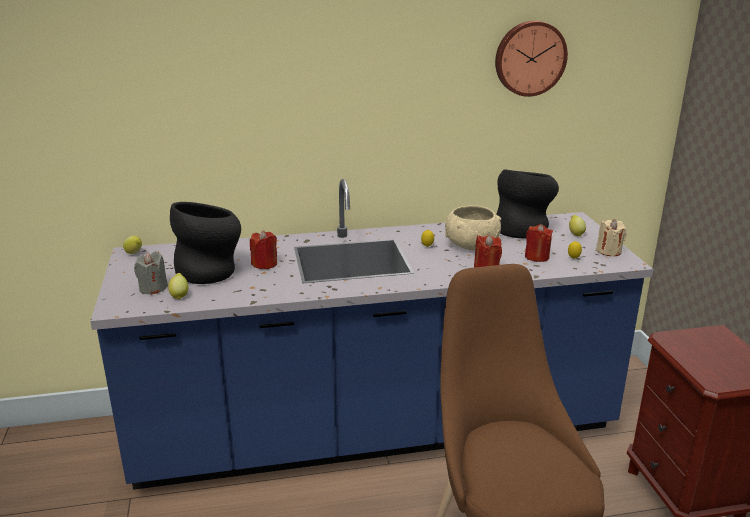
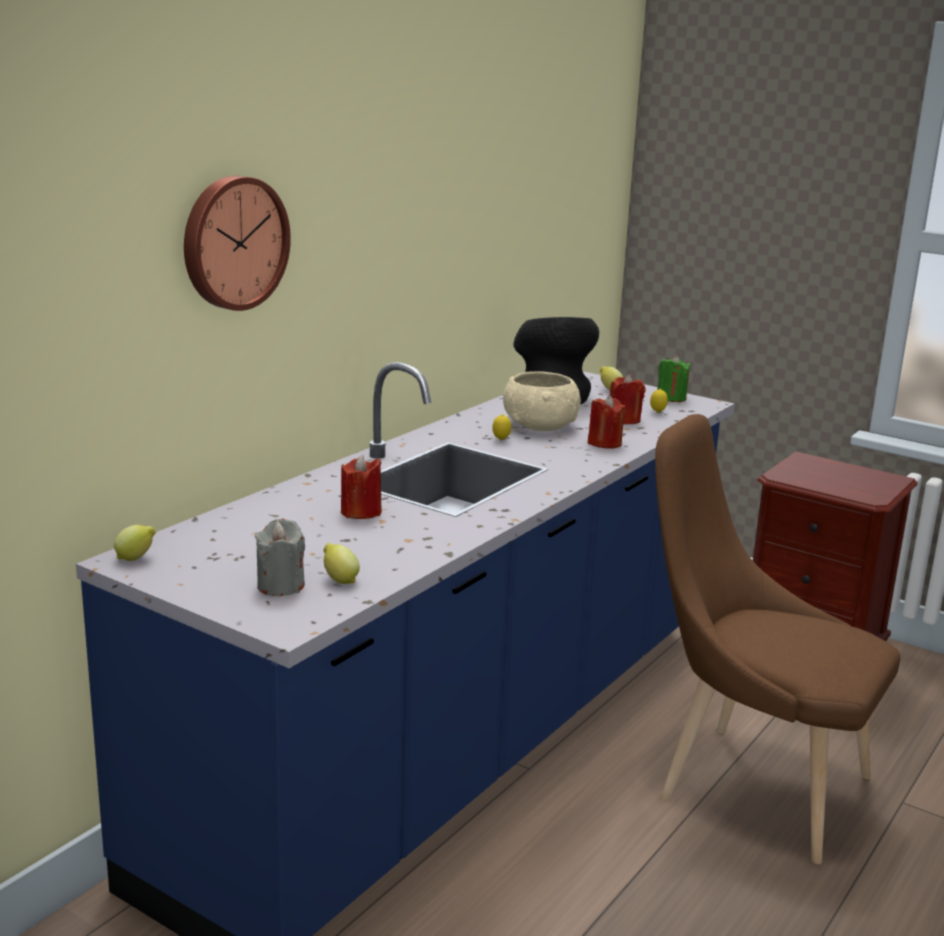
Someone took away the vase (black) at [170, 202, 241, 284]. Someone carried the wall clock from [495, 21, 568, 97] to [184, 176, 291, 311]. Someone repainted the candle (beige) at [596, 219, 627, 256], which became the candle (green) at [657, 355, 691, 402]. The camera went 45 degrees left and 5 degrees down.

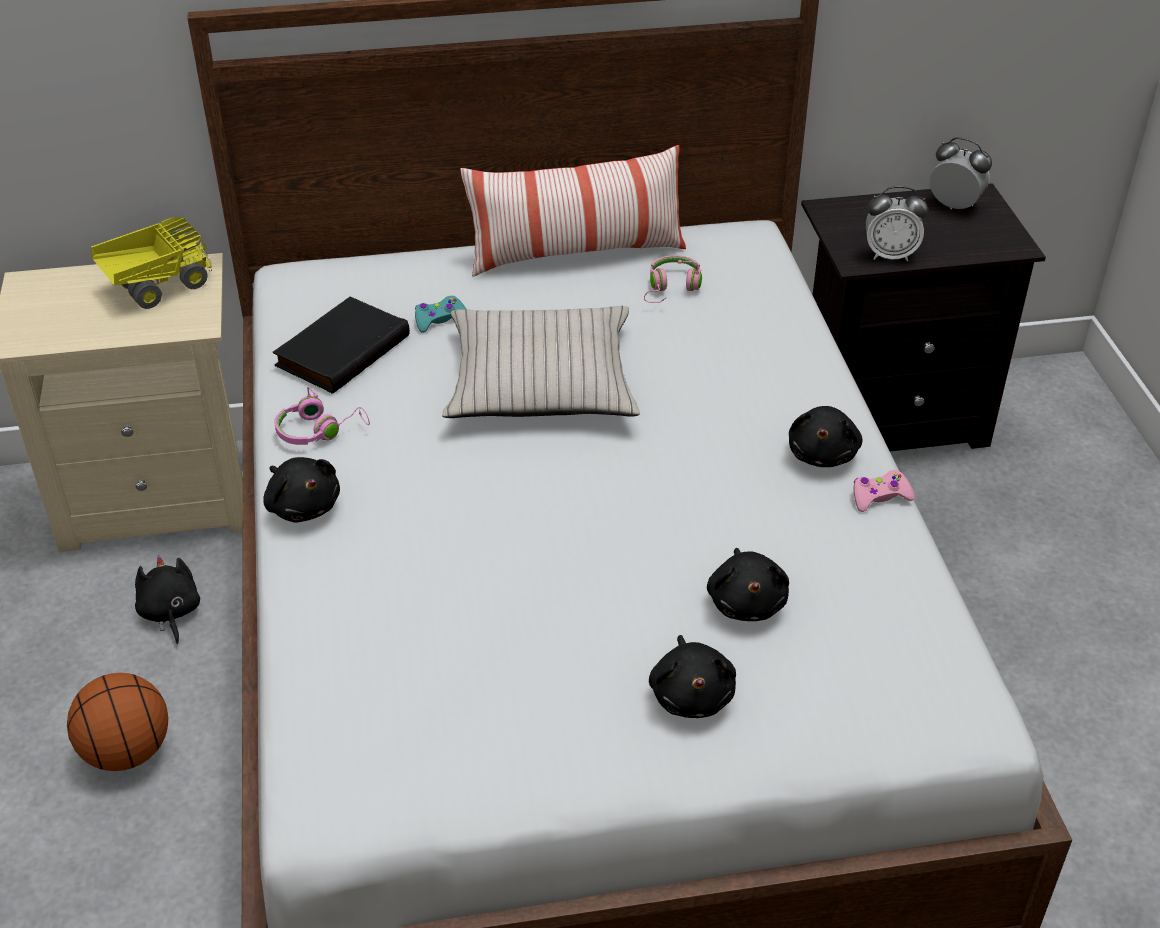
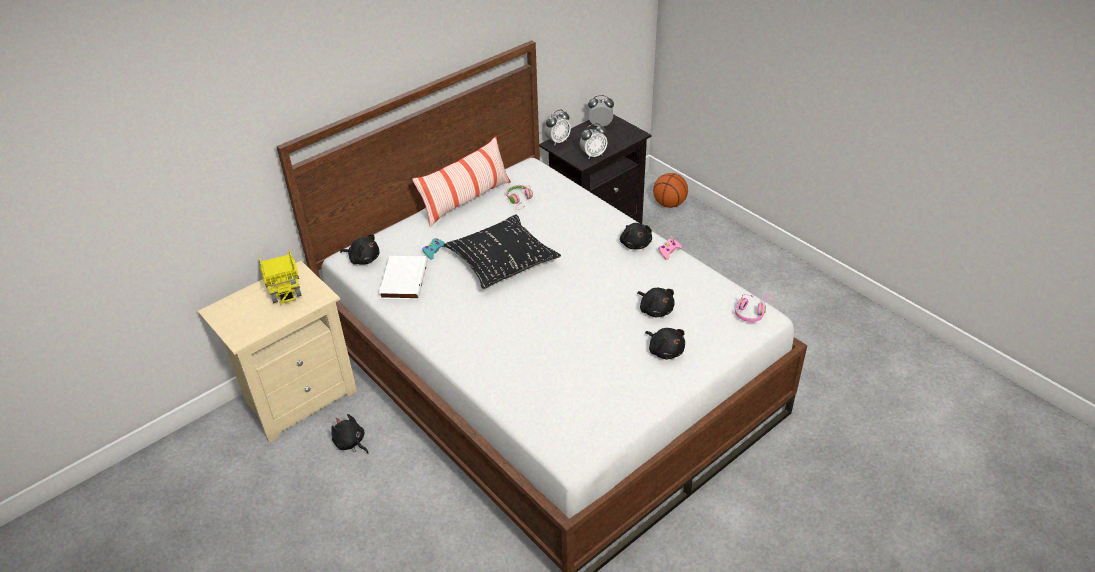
Someone put down the alarm clock at [544, 110, 571, 146]. Someone carried the basketball from [67, 673, 168, 771] to [653, 173, 688, 208]. Someone carried the plush toy (black) from [263, 457, 340, 523] to [340, 234, 379, 265]. Someone carried the headphones (pink) from [274, 387, 370, 445] to [735, 294, 775, 322]. Someone repainted the book (black) at [273, 296, 410, 394], which became the book (white) at [379, 256, 428, 300]. Someone repainted the pillow (beige) at [442, 306, 640, 418], which became the pillow (black) at [444, 214, 561, 289]. Someone rotated the toy truck at [91, 217, 212, 309] by 135 degrees clockwise. The camera went 30 degrees left and 0 degrees up.

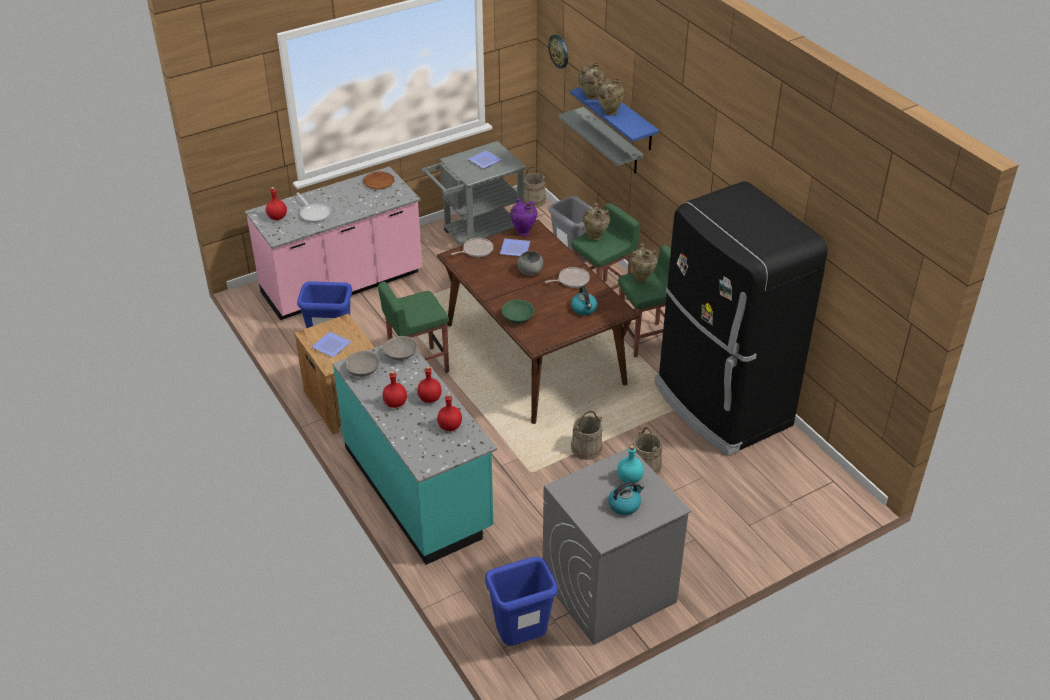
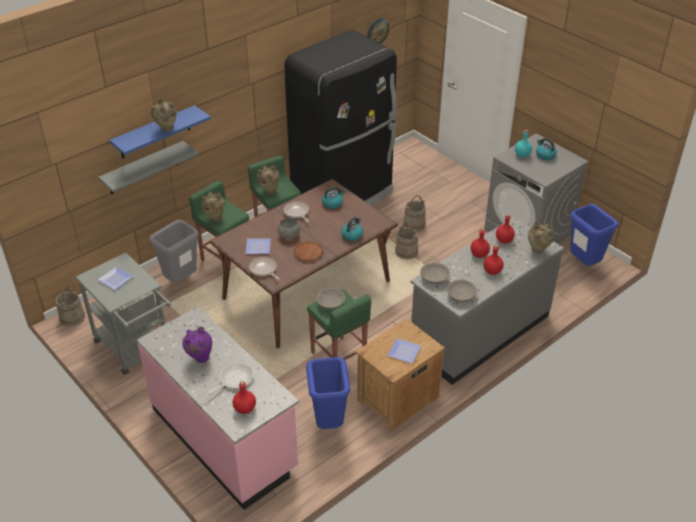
Someone put down the bowl (grey) at [316, 288, 345, 310]. Someone carried the plate (brown) from [363, 171, 394, 189] to [293, 241, 323, 261]. Someone carried the vase (purple) from [510, 198, 537, 236] to [182, 327, 212, 363]. Someone carried the wall clock from [548, 35, 568, 69] to [367, 18, 389, 44]. Someone carried the vase (beige) from [577, 62, 605, 100] to [528, 222, 554, 254]. Someone swapped the bowl (green) at [501, 299, 535, 324] for the kettle at [341, 217, 363, 241]. Someone repainted the counter (turquoise) at [333, 344, 497, 565], which became the counter (grey) at [410, 217, 564, 385]. The camera went 100 degrees left and 0 degrees up.

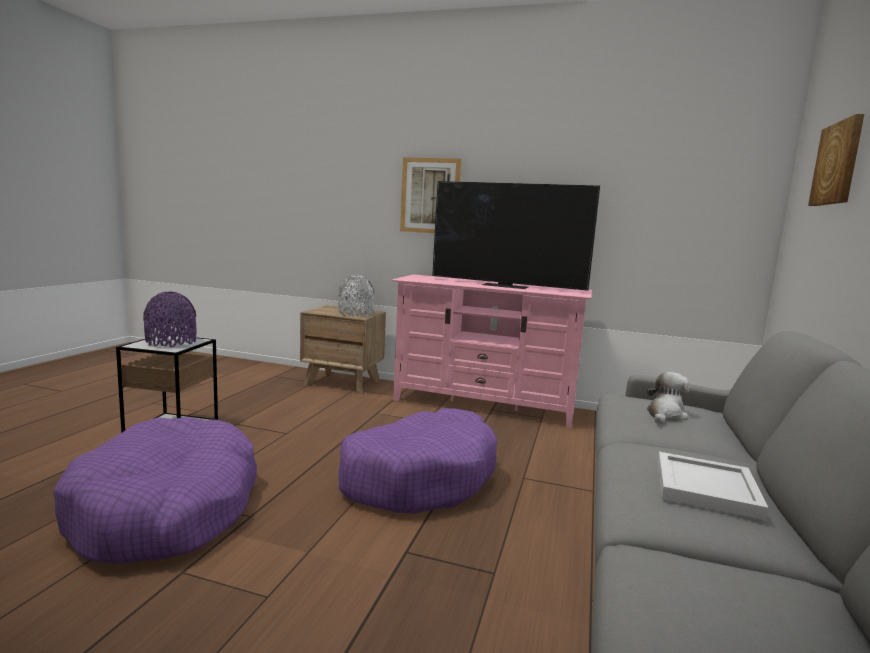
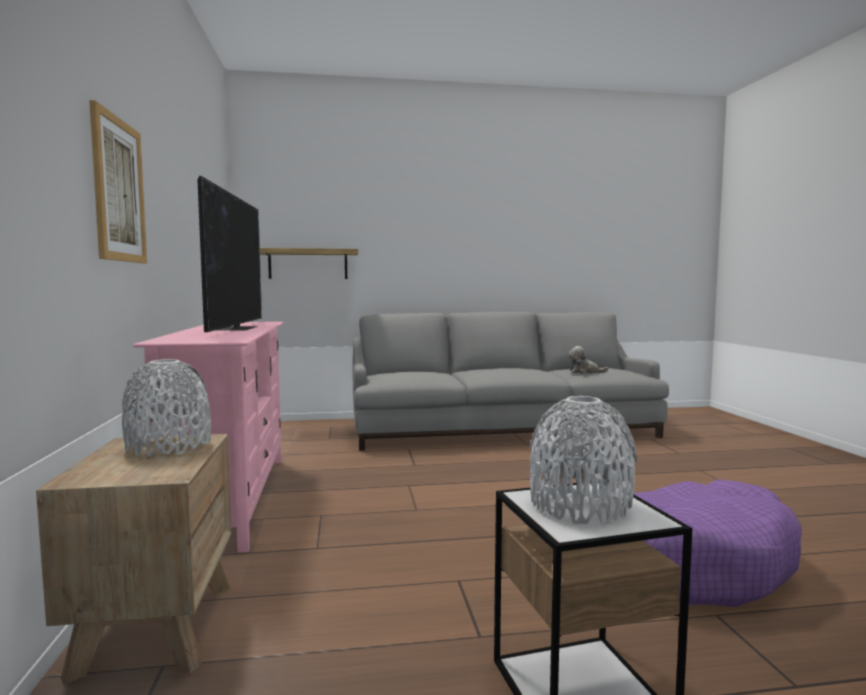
Someone took away the dog bed (purple) at [339, 408, 497, 514]. Someone took away the tray (white) at [658, 452, 769, 520]. Someone took away the picture at [808, 114, 864, 206]. Someone put up the shelf at [260, 248, 358, 279]. Someone carried the plush toy from [647, 372, 689, 424] to [568, 346, 609, 374]. Someone repainted the vase (purple) at [143, 292, 196, 347], which became the vase (grey) at [530, 396, 637, 525]. The camera went 115 degrees left and 5 degrees down.

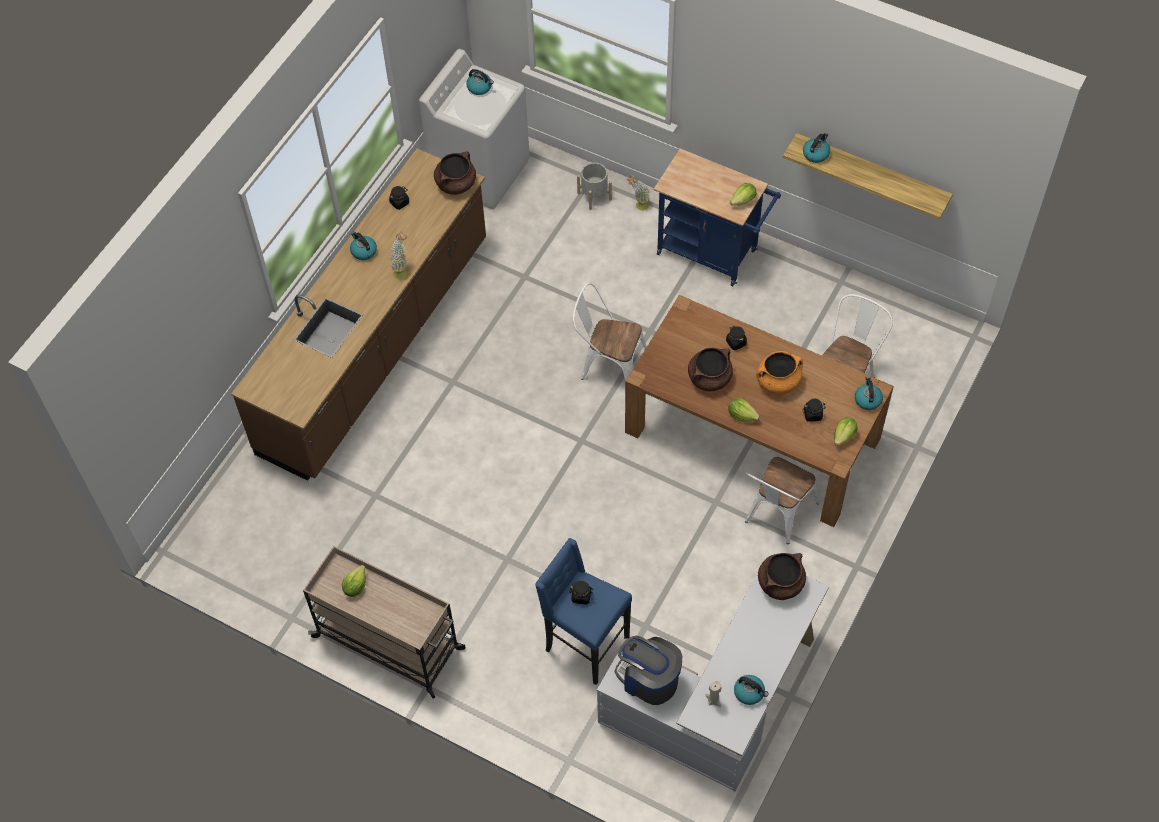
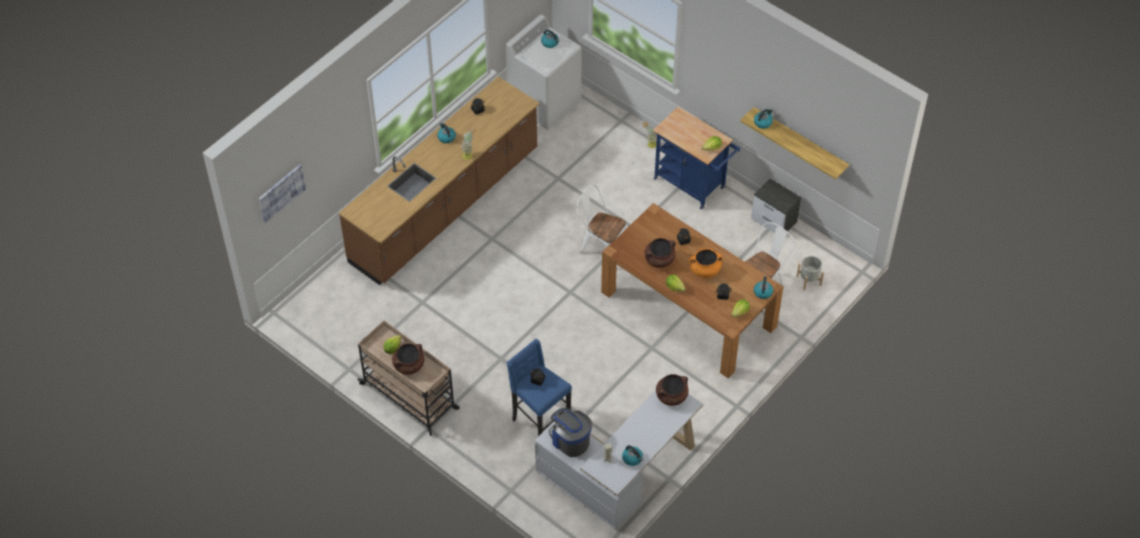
Someone took away the chair (white) at [745, 457, 819, 544]. Someone put up the picture at [259, 164, 306, 223]. Someone put down the nightstand at [751, 179, 801, 233]. Someone carried the cooking pot (brown) from [434, 151, 476, 195] to [392, 343, 424, 375]. Someone carried the planter (grey) from [577, 163, 612, 210] to [797, 256, 824, 291]. The camera went 10 degrees right and 5 degrees down.

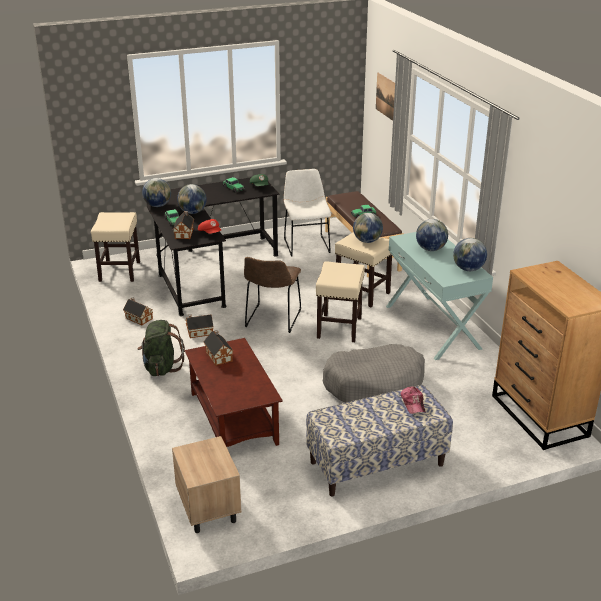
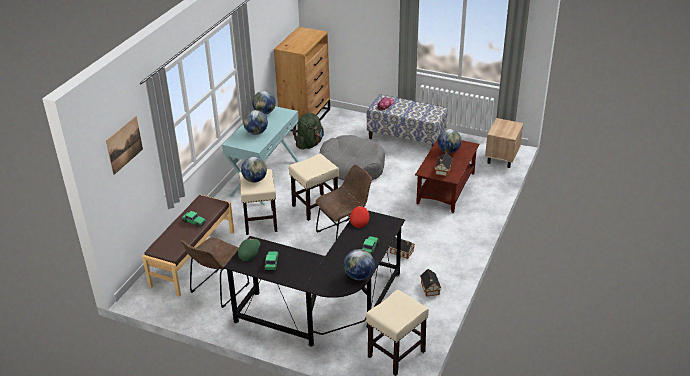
Someone took away the toy house at [173, 211, 194, 239]. Someone carried the backpack (green) from [137, 320, 185, 376] to [293, 113, 324, 150]. Someone carried the globe from [177, 184, 207, 214] to [438, 129, 462, 153]. Someone repainted the chair (white) at [284, 169, 331, 257], which became the chair (brown) at [180, 237, 249, 308]. The camera went 135 degrees left and 5 degrees up.

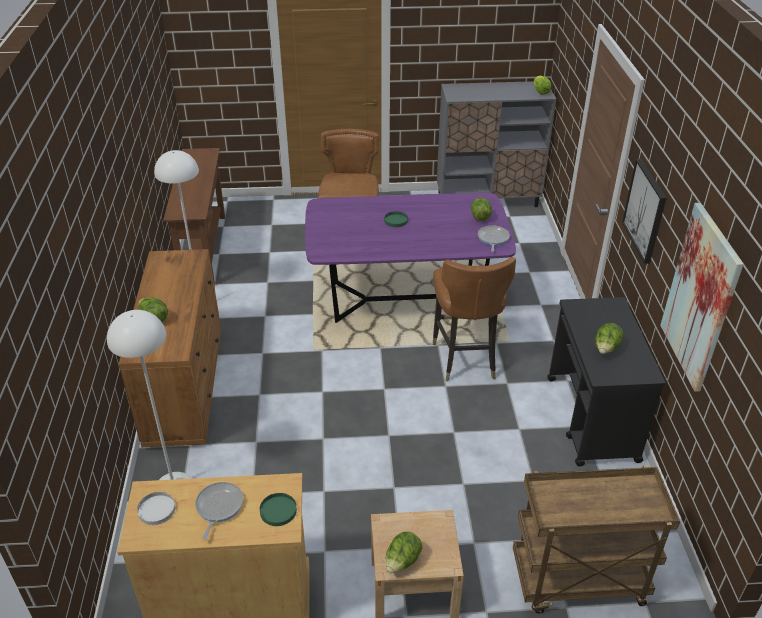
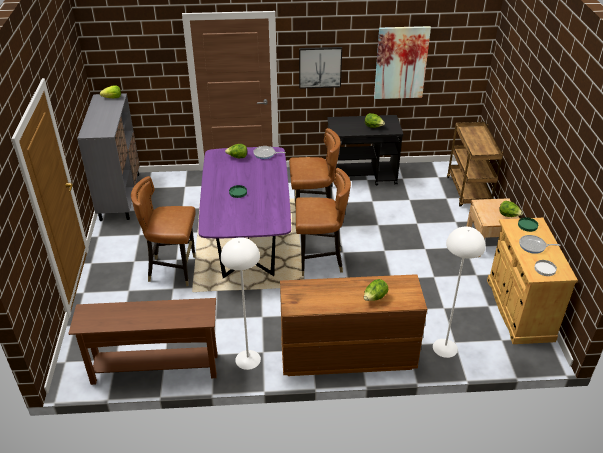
Someone put down the chair (brown) at [296, 168, 351, 276]. The camera went 90 degrees left and 0 degrees up.

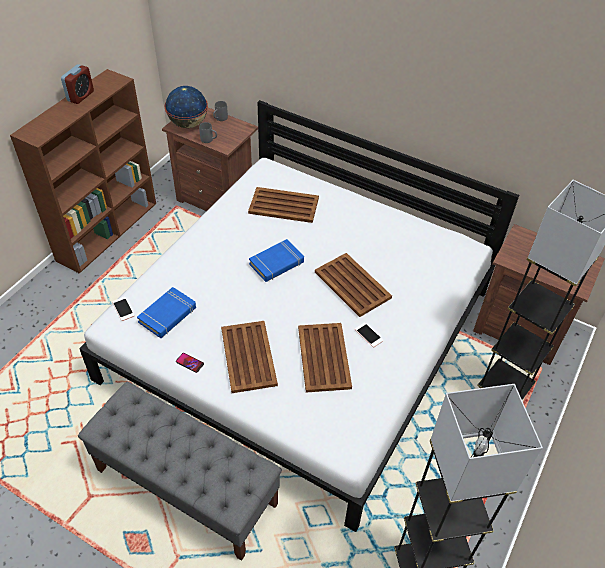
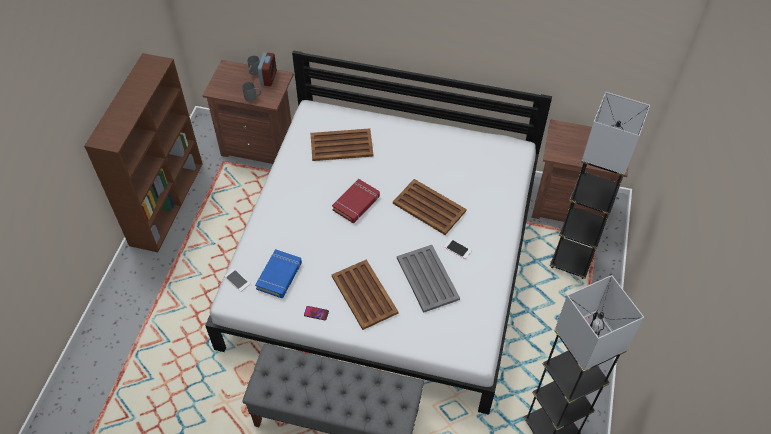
Someone took away the globe at [164, 86, 208, 128]. Someone carried the alarm clock from [61, 64, 94, 104] to [258, 52, 277, 86]. Someone repainted the book (blue) at [249, 239, 304, 282], which became the book (red) at [332, 179, 380, 223]. Someone repainted the tray (brown) at [298, 323, 352, 393], which became the tray (grey) at [397, 245, 460, 313]. The camera went 15 degrees left and 5 degrees up.

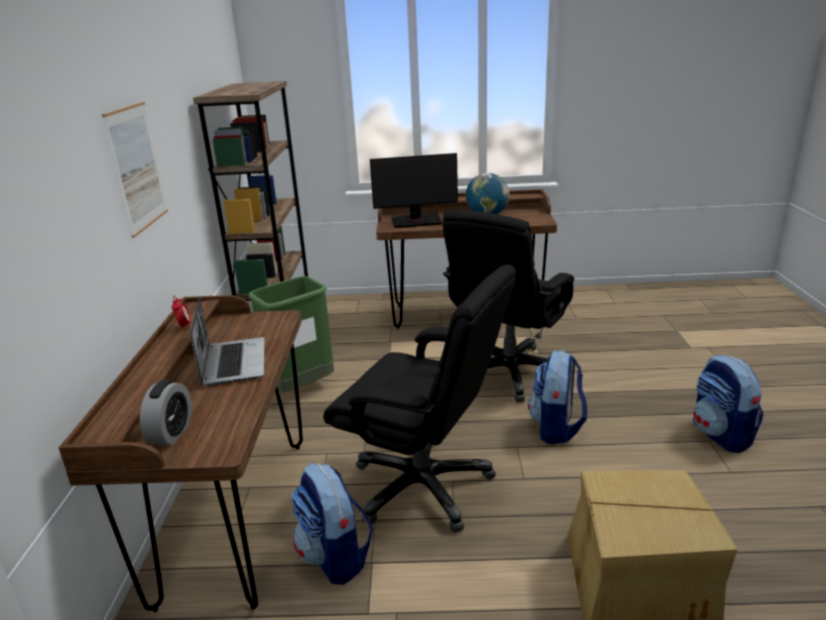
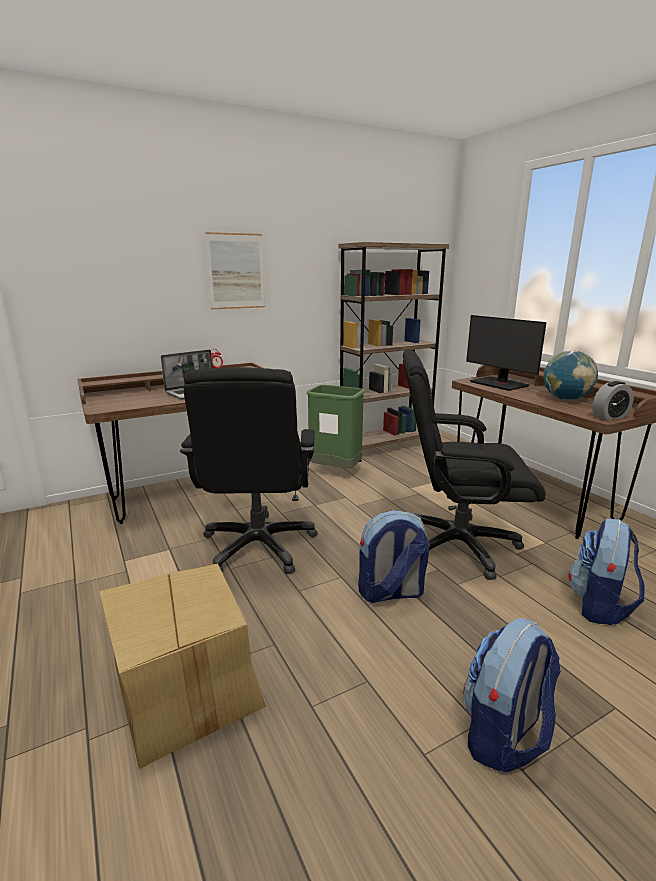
Someone carried the alarm clock from [140, 380, 192, 445] to [592, 381, 634, 420]. Someone carried the backpack from [291, 463, 373, 585] to [568, 518, 645, 625]. The camera went 60 degrees right and 5 degrees down.

